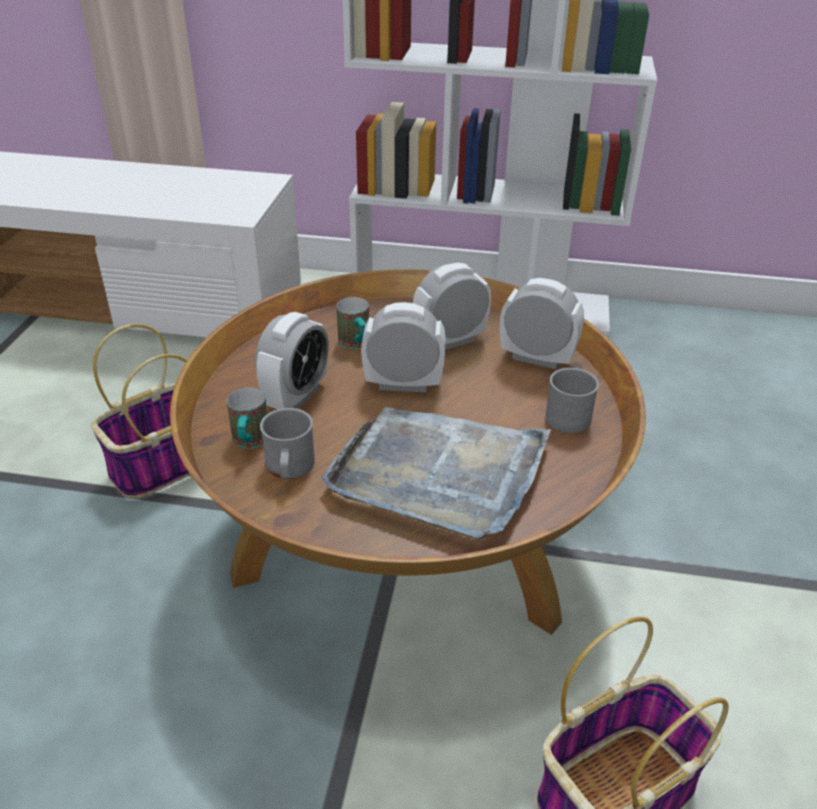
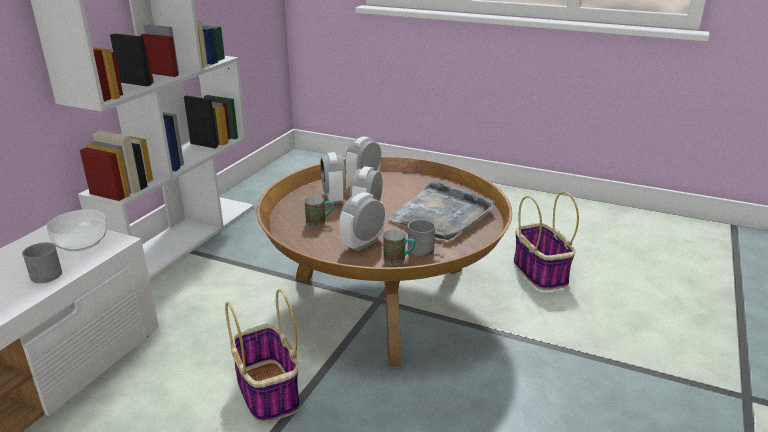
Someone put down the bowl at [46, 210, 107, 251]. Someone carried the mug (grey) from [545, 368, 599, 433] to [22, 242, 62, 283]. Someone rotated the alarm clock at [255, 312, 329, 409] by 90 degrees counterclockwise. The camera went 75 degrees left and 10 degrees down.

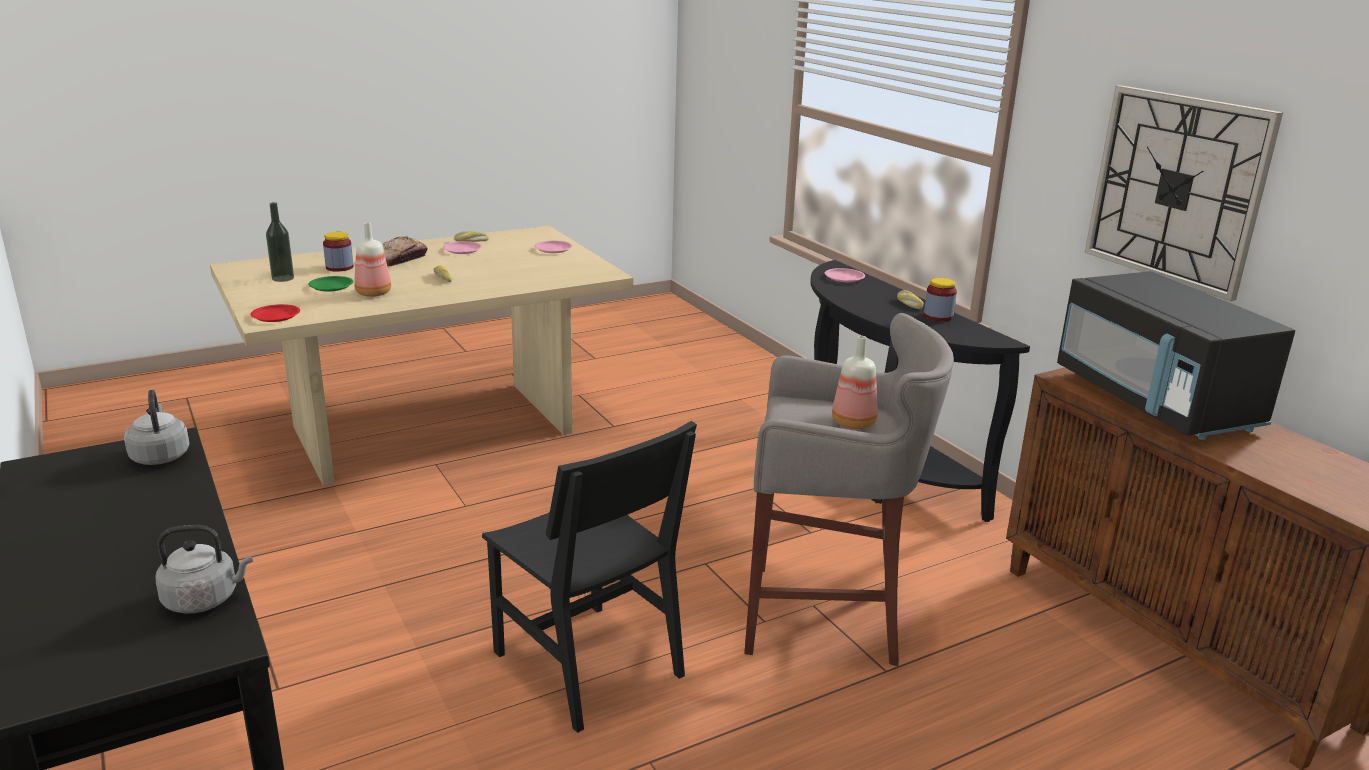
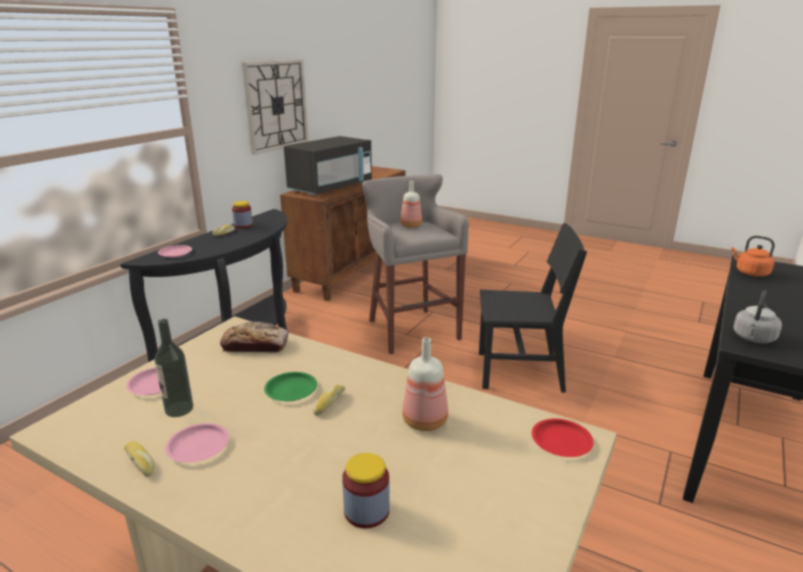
Someone carried the bottle from [266, 202, 294, 282] to [155, 319, 193, 417]. Someone carried the plate (green) from [308, 276, 354, 292] to [264, 372, 317, 401]. Someone carried the bread from [382, 236, 428, 266] to [220, 322, 289, 352]. Someone repainted the kettle (grey) at [156, 525, 253, 614], which became the kettle (orange) at [731, 236, 775, 277]. Someone rotated the chair (black) at [482, 421, 697, 733] by 75 degrees clockwise. The camera went 120 degrees left and 0 degrees up.

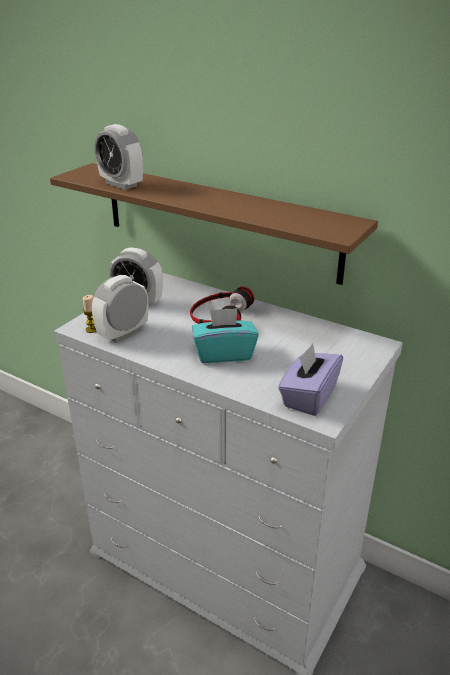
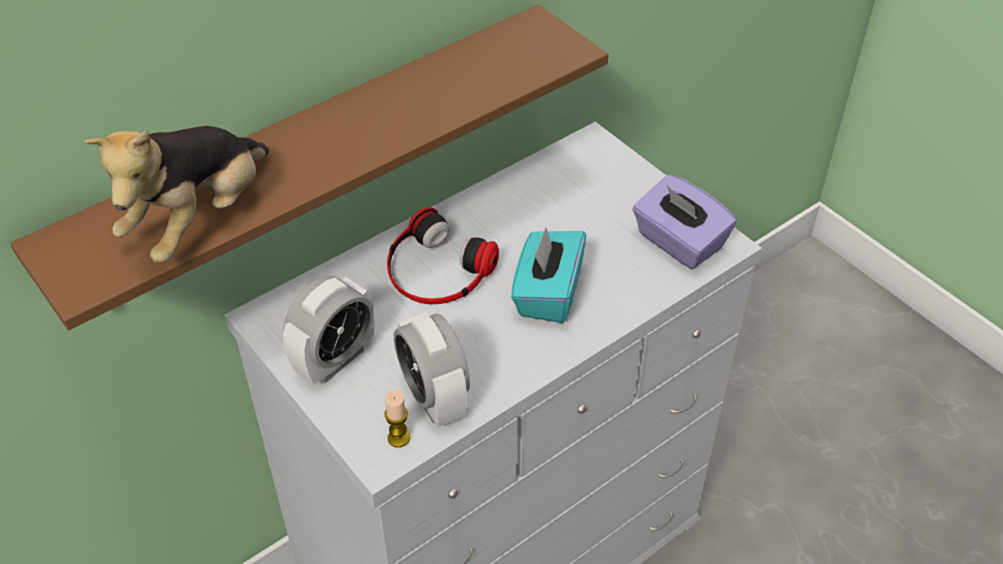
Someone swapped the alarm clock at [94, 124, 143, 190] for the plush toy at [85, 126, 269, 263]. The camera went 70 degrees left and 15 degrees up.

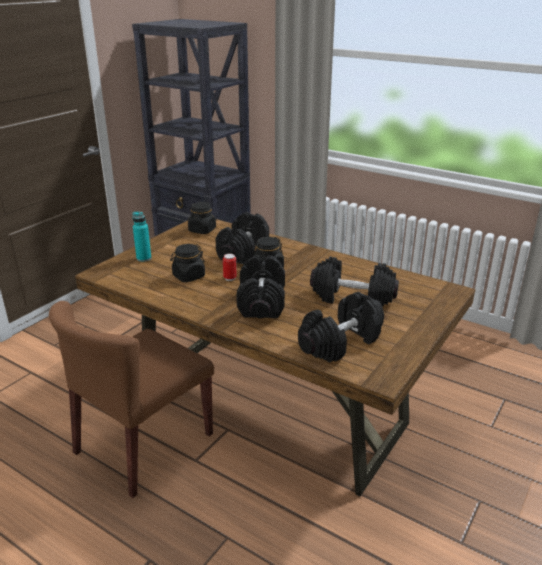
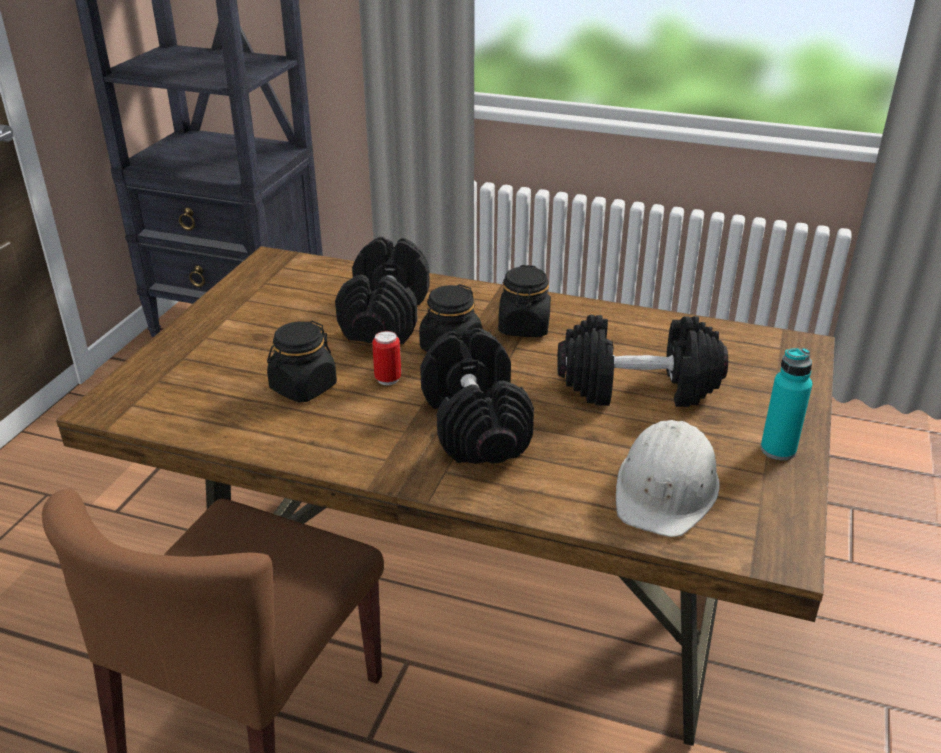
Someone carried the bottle (turquoise) from [132, 212, 151, 262] to [760, 348, 812, 460]. Someone carried the jar (black) from [188, 202, 216, 234] to [498, 265, 551, 337]. Someone swapped the dumbbell (black) at [298, 292, 384, 363] for the hard hat (white) at [616, 420, 720, 537]. The camera went 15 degrees left and 5 degrees up.

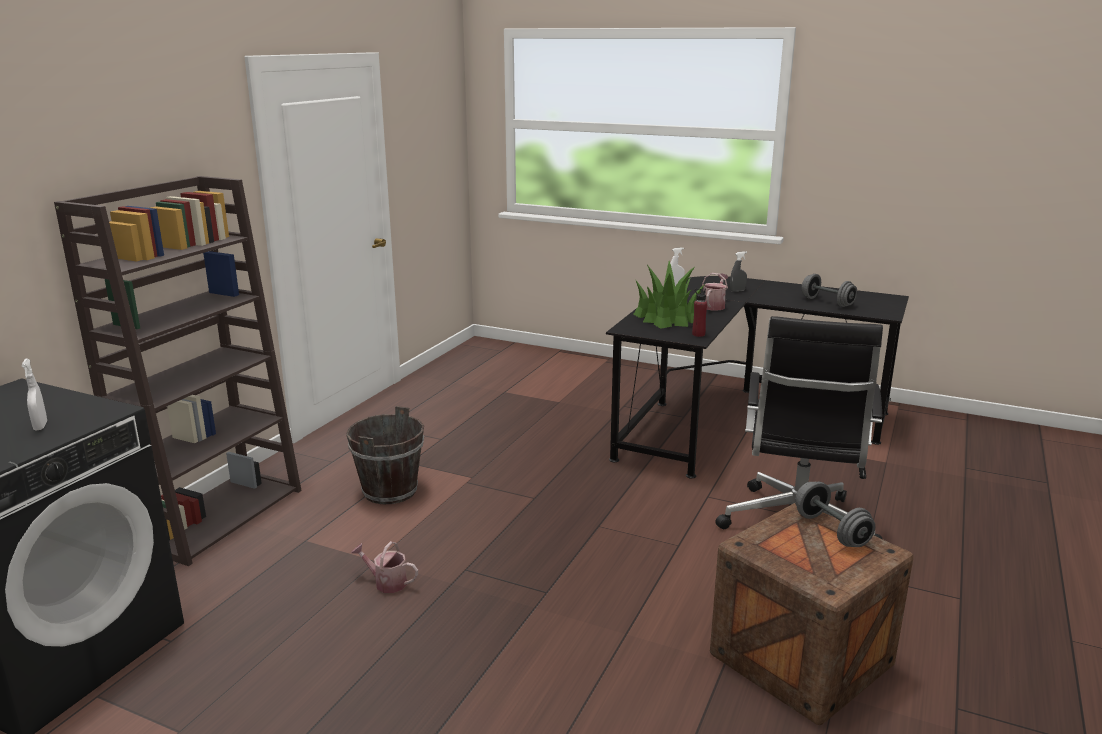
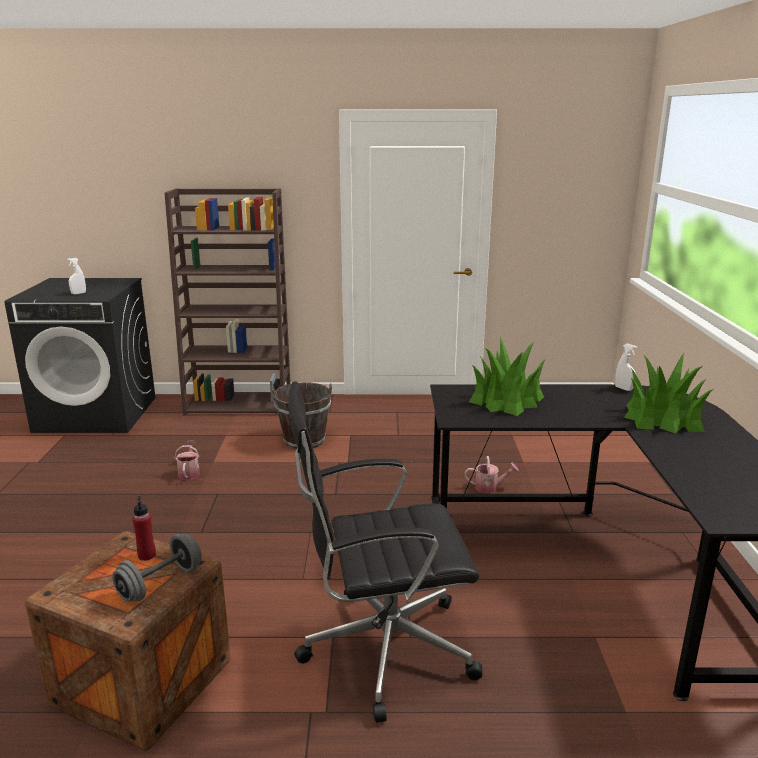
Someone took away the dumbbell (grey) at [802, 274, 857, 307]. Someone carried the bottle (red) from [692, 288, 707, 337] to [132, 496, 156, 561]. Someone carried the watering can from [702, 273, 728, 311] to [465, 456, 518, 493]. Someone swapped the spray bottle (grey) at [730, 251, 747, 292] for the potted plant at [624, 353, 713, 433]. The camera went 65 degrees right and 0 degrees up.

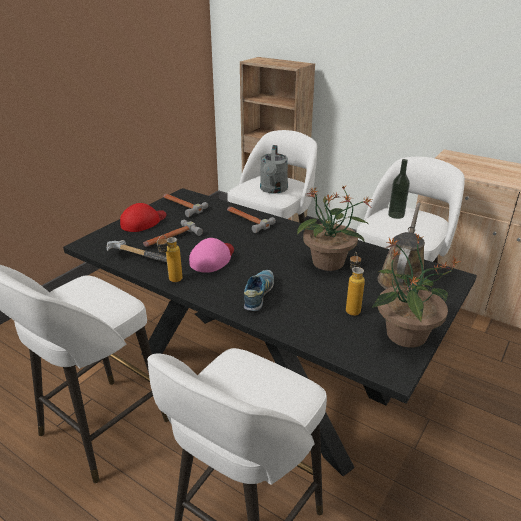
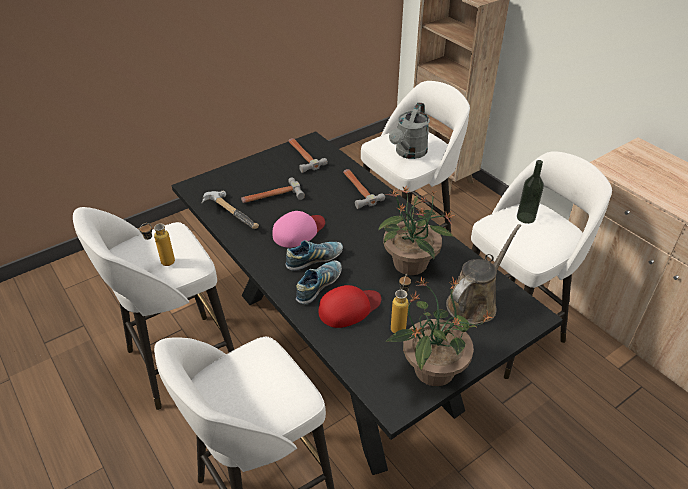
Someone put down the shoe at [285, 240, 343, 271]. Someone carried the cap (red) from [120, 203, 166, 232] to [318, 285, 381, 328]. Someone carried the bottle from [157, 235, 182, 282] to [139, 223, 175, 266]. The camera went 20 degrees right and 10 degrees up.

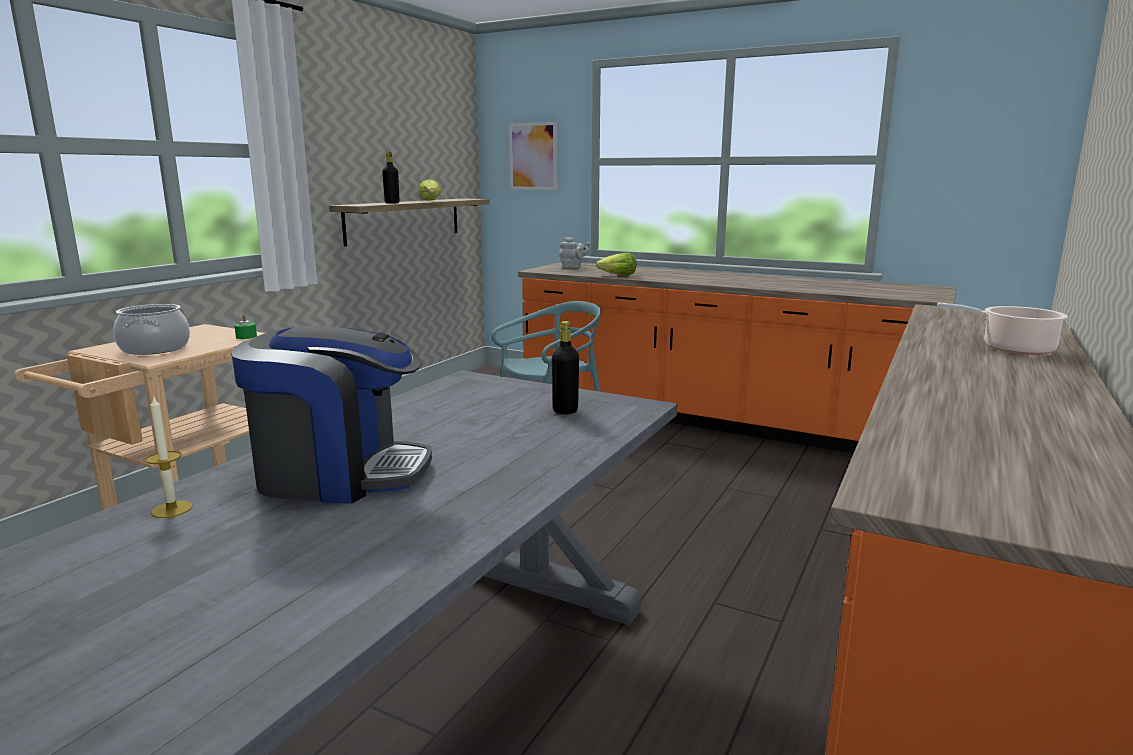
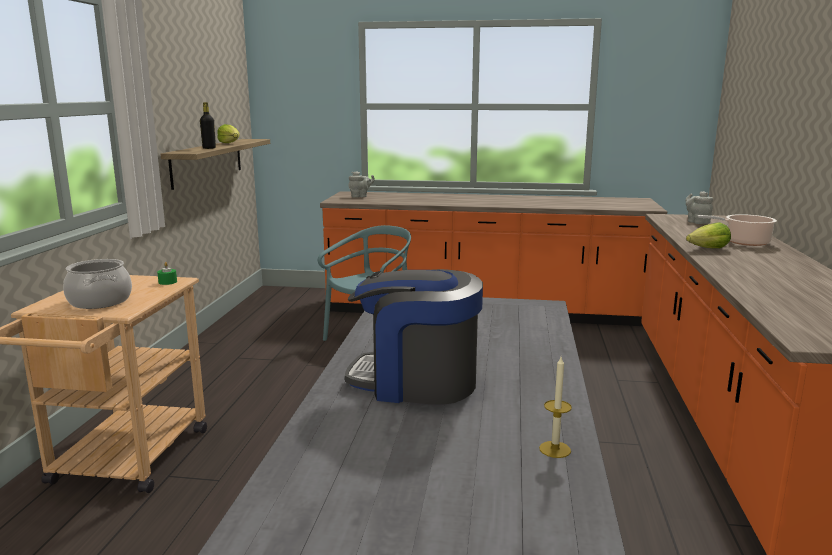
Someone took away the picture at [509, 122, 557, 190]. Someone took away the bottle (black) at [552, 321, 579, 415]. Someone put down the teapot (grey) at [686, 191, 713, 224]. Someone carried the candle from [145, 395, 193, 518] to [539, 357, 572, 458]. Someone carried the lettuce from [596, 253, 636, 276] to [686, 222, 731, 248]. Someone rotated the coffee machine at [231, 326, 432, 504] by 150 degrees counterclockwise. The camera went 20 degrees left and 0 degrees up.

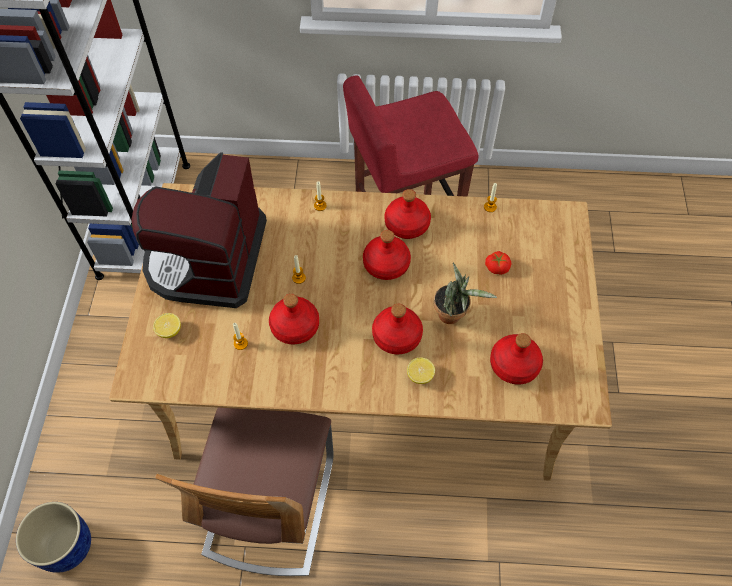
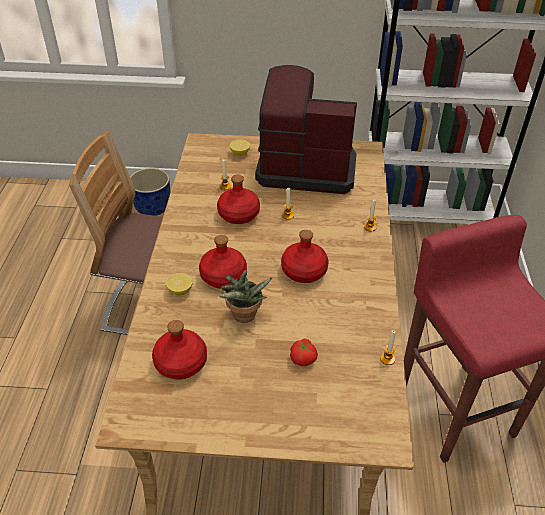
Someone took away the bottle (red) at [385, 189, 431, 239]. The camera went 90 degrees right and 15 degrees down.

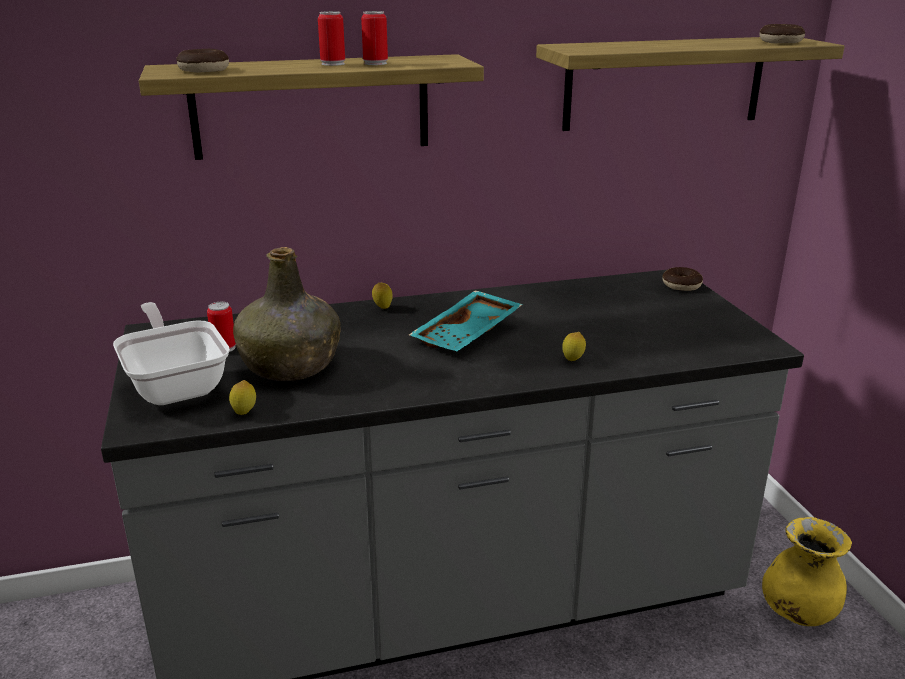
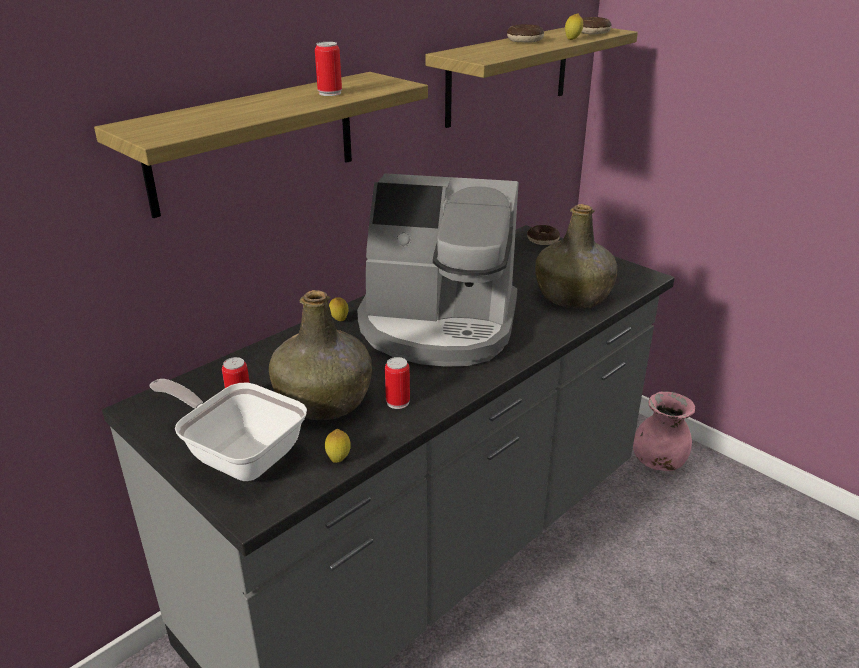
Someone put down the bottle (green) at [535, 204, 618, 309]. Someone carried the donut from [176, 49, 229, 73] to [507, 24, 544, 43]. Someone carried the can from [318, 11, 345, 66] to [385, 357, 410, 409]. Someone carried the lemon from [562, 332, 586, 361] to [565, 14, 583, 40]. Someone swapped the tray (turquoise) at [409, 290, 523, 351] for the coffee machine at [357, 173, 519, 367]. Someone repainted the vase (yellow) at [762, 517, 852, 626], which became the vase (pink) at [633, 392, 695, 471]. The camera went 30 degrees left and 5 degrees up.

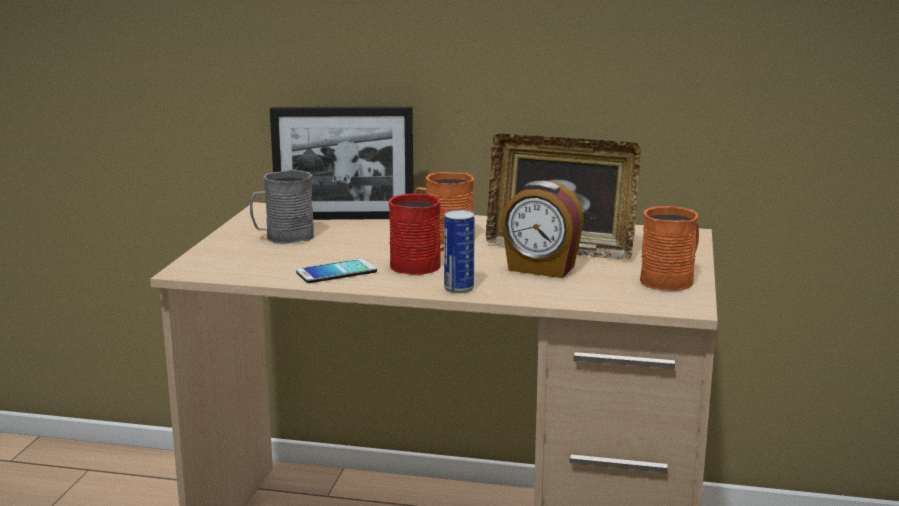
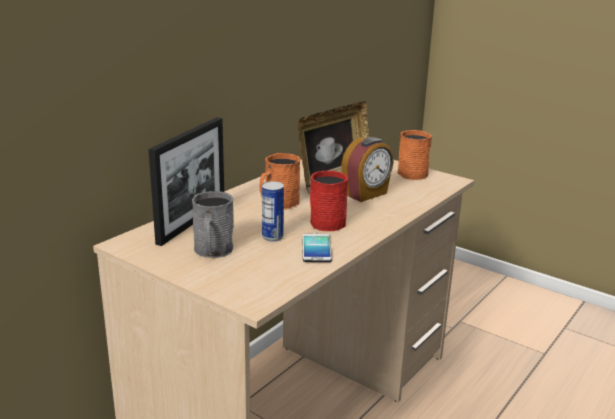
Someone carried the can from [444, 210, 475, 293] to [262, 181, 284, 242]. The camera went 65 degrees left and 5 degrees up.

